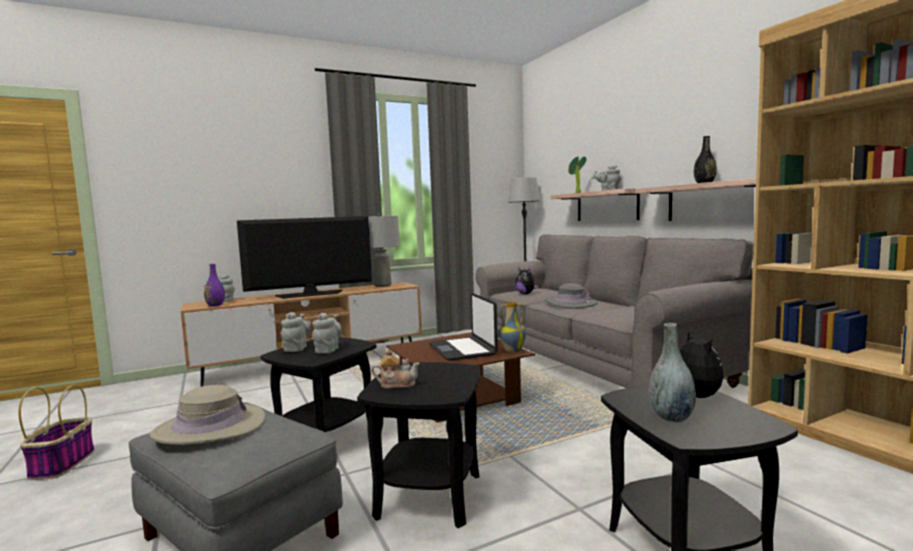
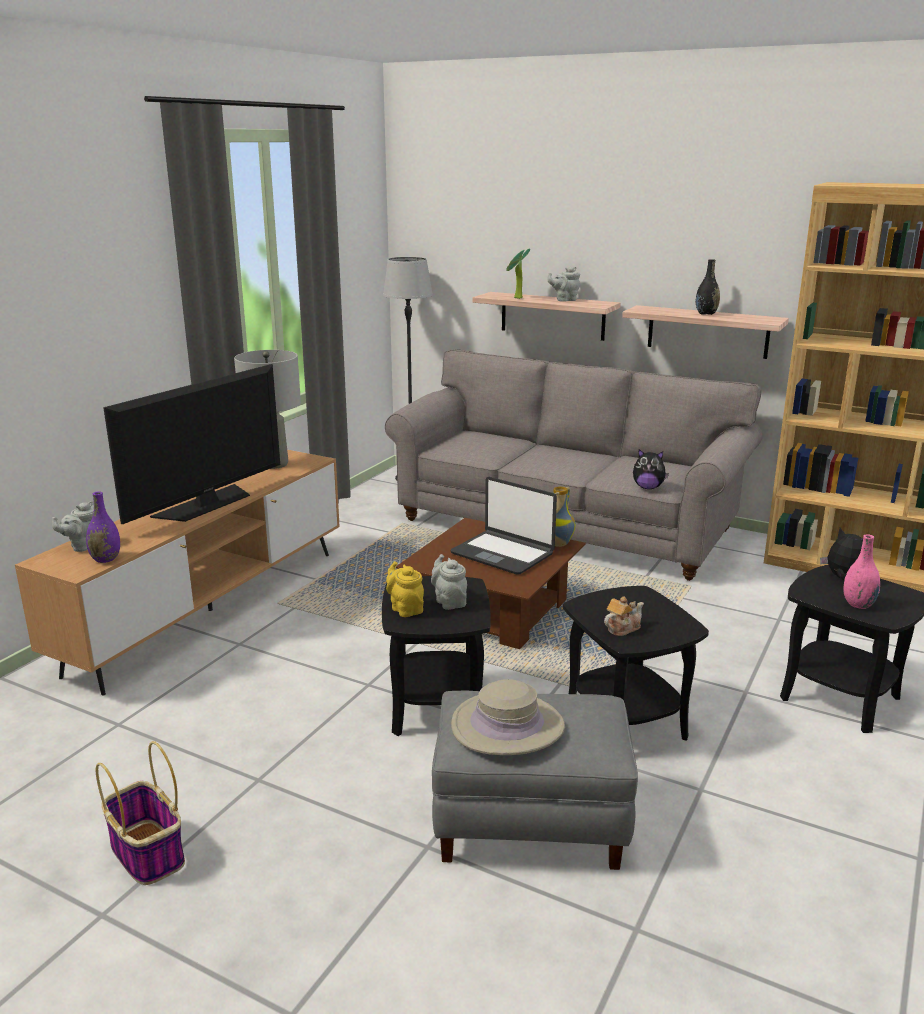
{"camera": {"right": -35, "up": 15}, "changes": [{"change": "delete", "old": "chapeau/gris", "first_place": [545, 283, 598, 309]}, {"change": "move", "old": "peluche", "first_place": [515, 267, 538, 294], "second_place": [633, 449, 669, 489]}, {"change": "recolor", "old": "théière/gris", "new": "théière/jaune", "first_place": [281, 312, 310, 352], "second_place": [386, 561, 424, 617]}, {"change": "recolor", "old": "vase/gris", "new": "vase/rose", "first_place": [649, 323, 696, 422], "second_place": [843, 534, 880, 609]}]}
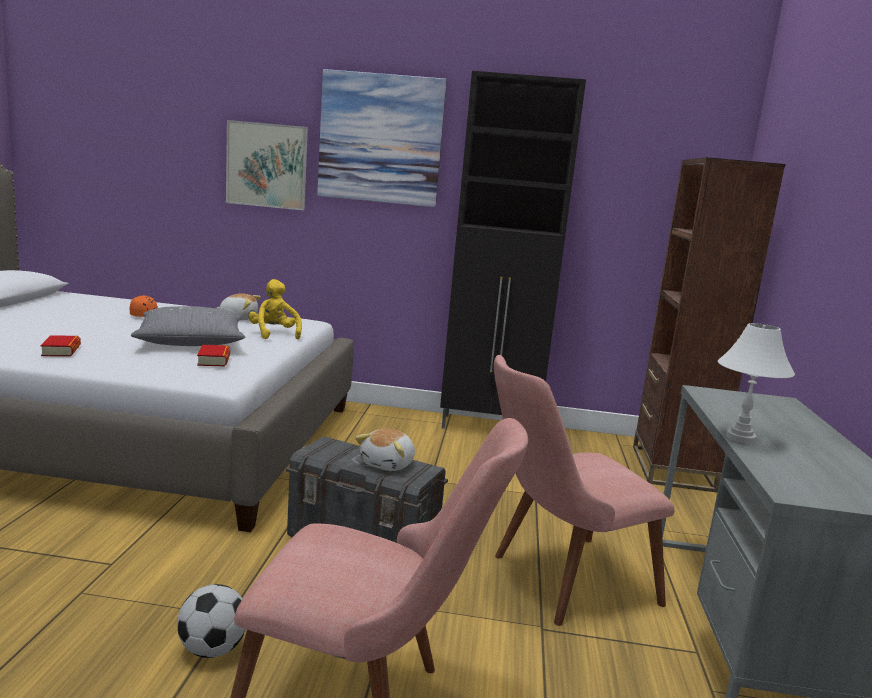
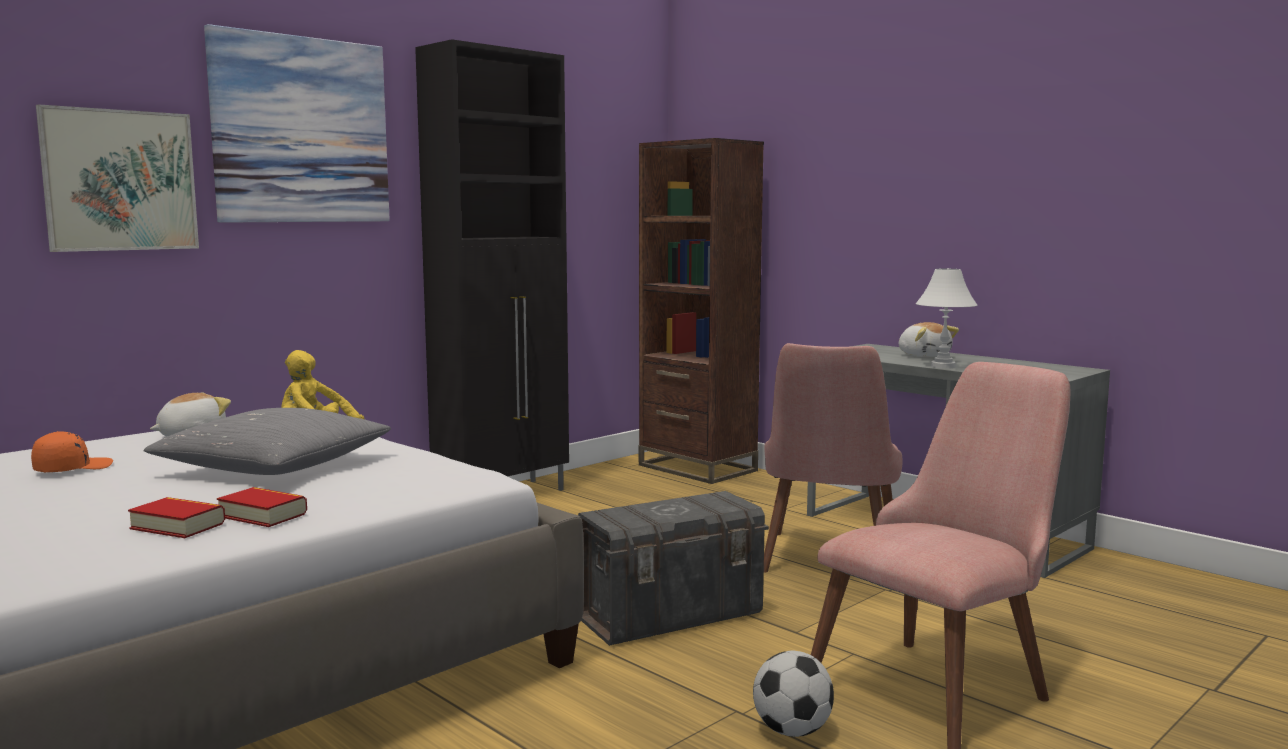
{"camera": {"right": -50, "up": -5}, "changes": [{"change": "move", "old": "livre", "first_place": [197, 345, 230, 366], "second_place": [217, 487, 307, 527]}, {"change": "move", "old": "peluche", "first_place": [355, 429, 415, 471], "second_place": [899, 322, 959, 357]}]}
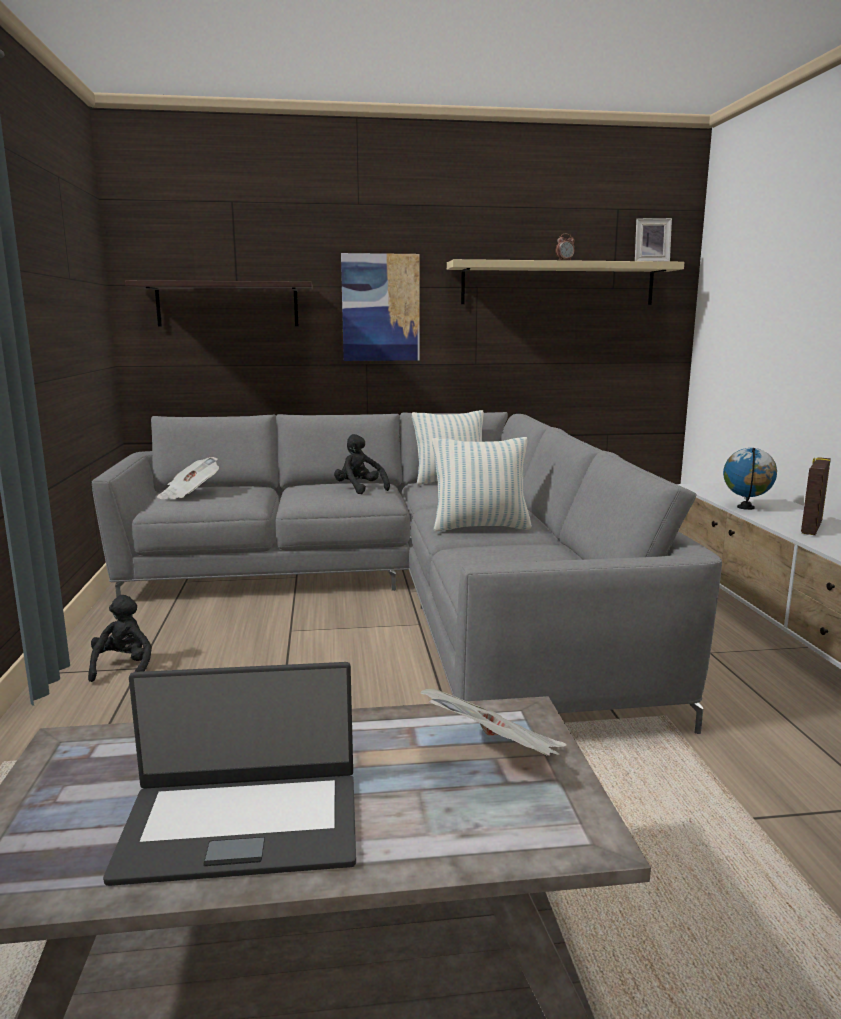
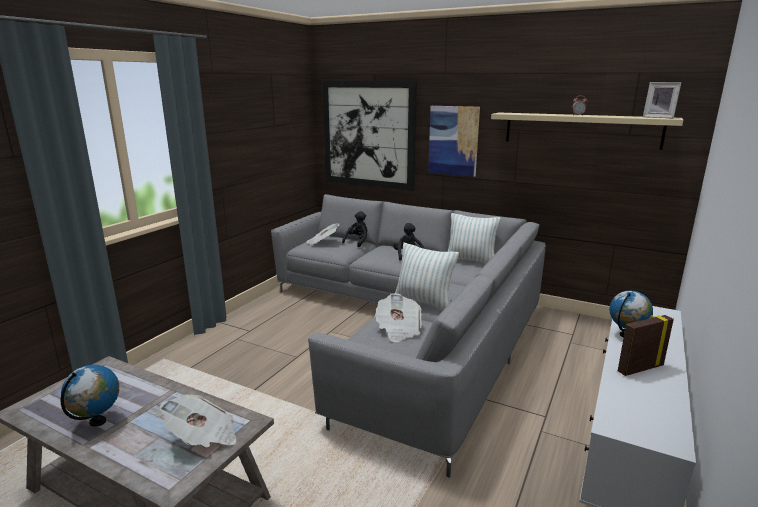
{"camera": {"right": 35, "up": 5}, "changes": [{"change": "insert", "new": "journal", "second_place": [374, 293, 422, 342]}, {"change": "move", "old": "peluche/noir", "first_place": [88, 595, 152, 682], "second_place": [342, 211, 367, 247]}, {"change": "replace", "old": "ordinateur portable", "new": "globe", "first_place": [103, 662, 356, 886], "second_place": [61, 365, 119, 427]}, {"change": "replace", "old": "étagère", "new": "tableau", "first_place": [125, 280, 313, 326], "second_place": [322, 81, 417, 191]}]}
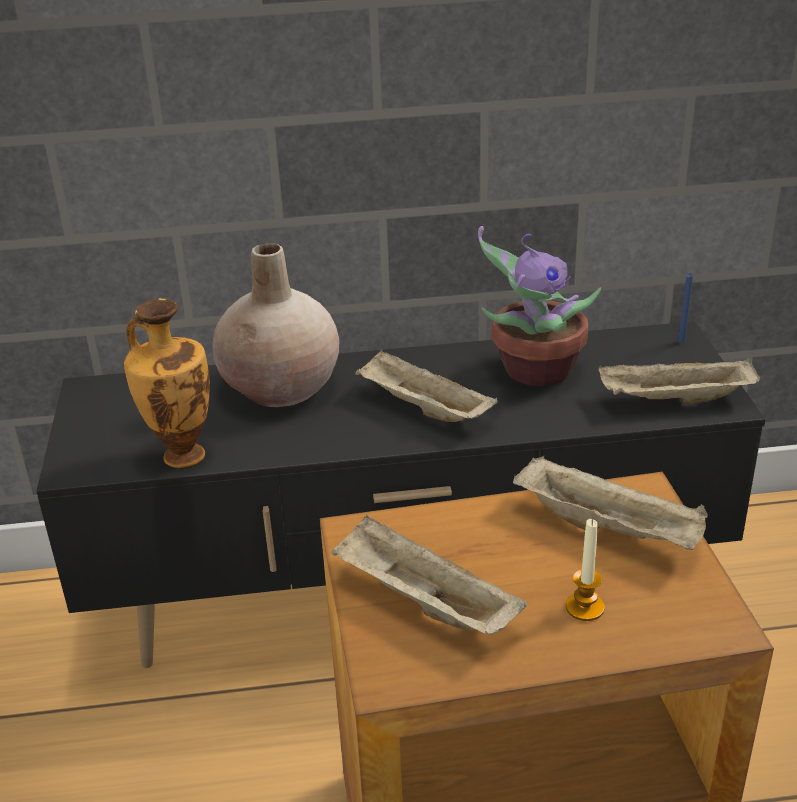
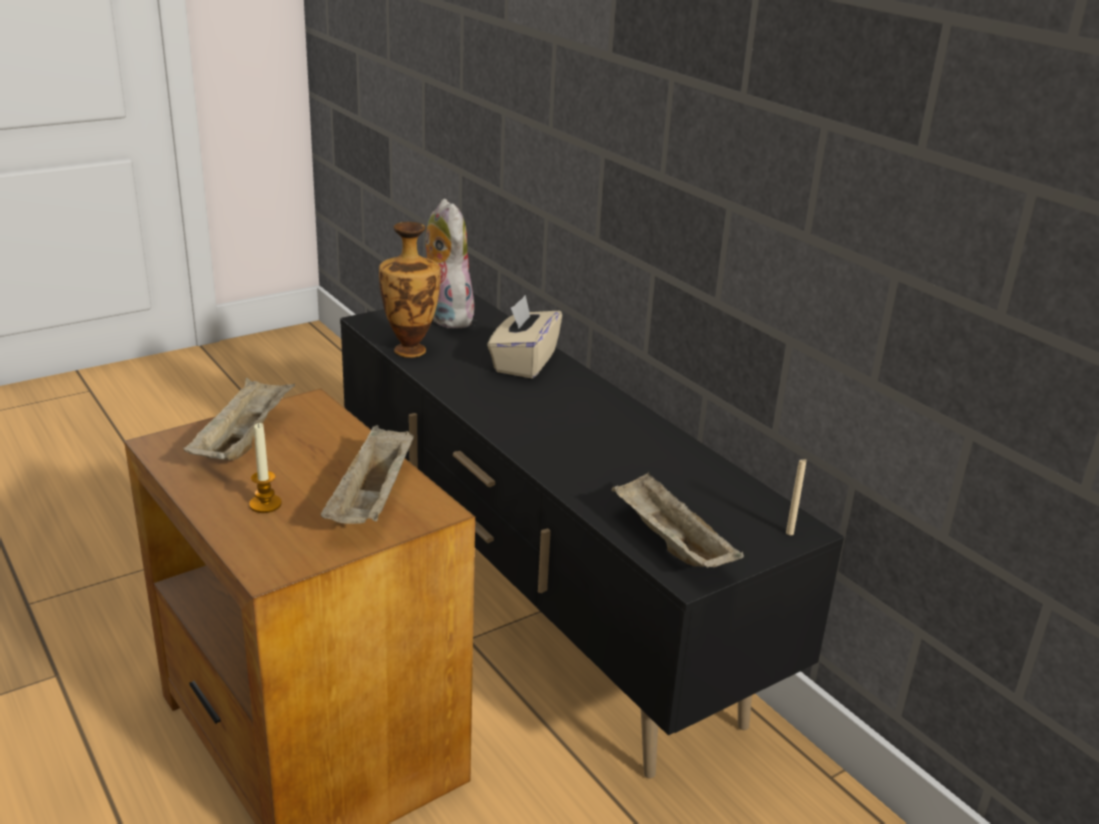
{"camera": {"right": 60, "up": -5}, "changes": [{"change": "delete", "old": "plateau/beige", "first_place": [355, 350, 498, 422]}, {"change": "delete", "old": "plante en pot", "first_place": [478, 226, 601, 386]}, {"change": "insert", "new": "peluche", "second_place": [425, 199, 474, 329]}, {"change": "replace", "old": "vase/beige", "new": "boîte à mouchoirs/beige", "first_place": [213, 243, 339, 407], "second_place": [487, 295, 562, 378]}, {"change": "recolor", "old": "bougie/bleu", "new": "bougie/beige", "first_place": [678, 273, 693, 343], "second_place": [786, 459, 806, 535]}]}
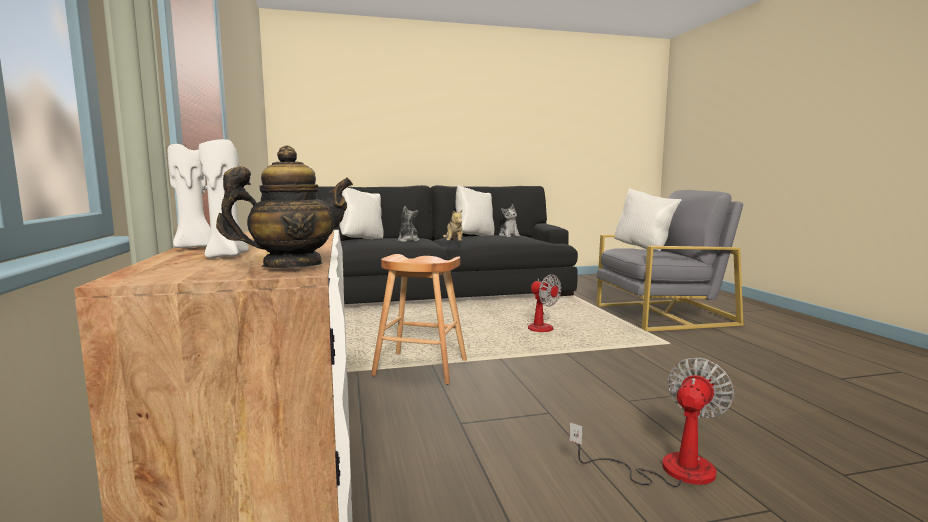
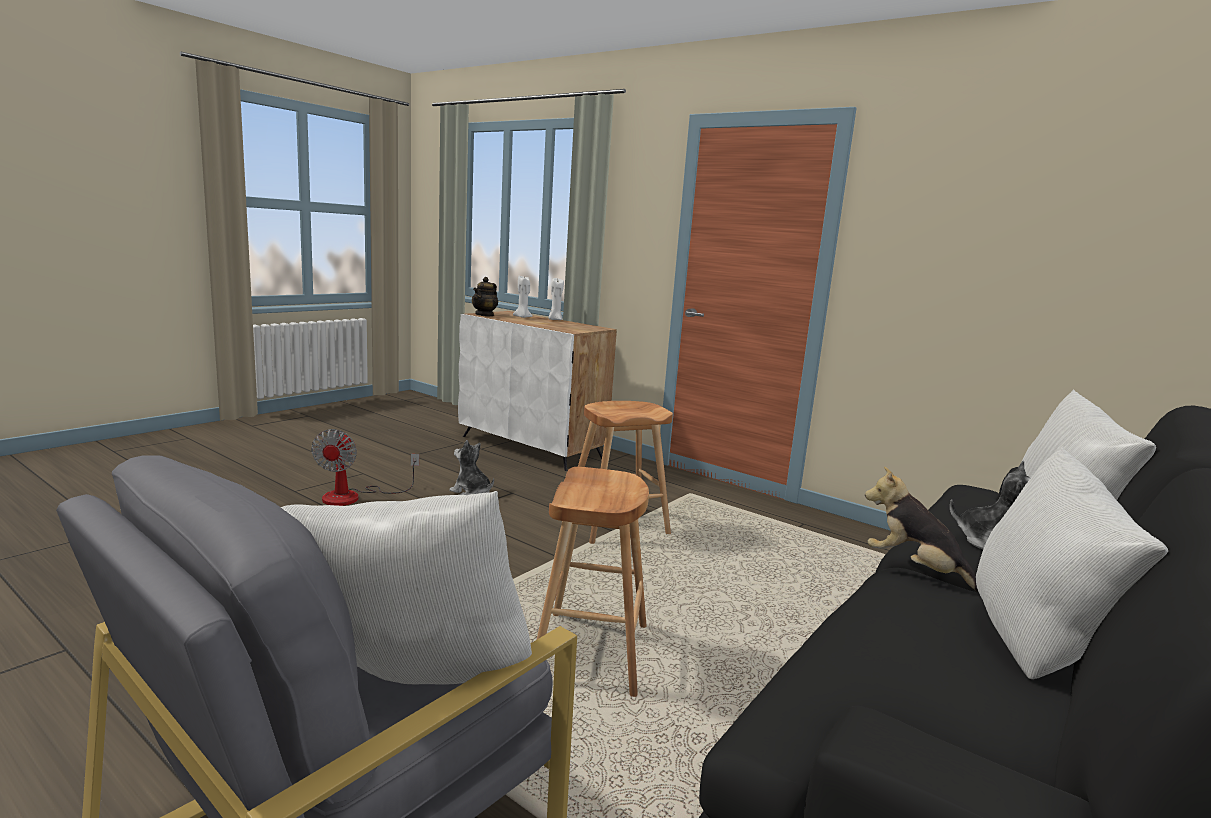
{"camera": {"right": 140, "up": 5}, "changes": [{"change": "move", "old": "peluche", "first_place": [499, 204, 520, 237], "second_place": [449, 440, 494, 495]}, {"change": "replace", "old": "ventilateur", "new": "tabouret/marron", "first_place": [526, 274, 562, 332], "second_place": [537, 467, 649, 697]}]}
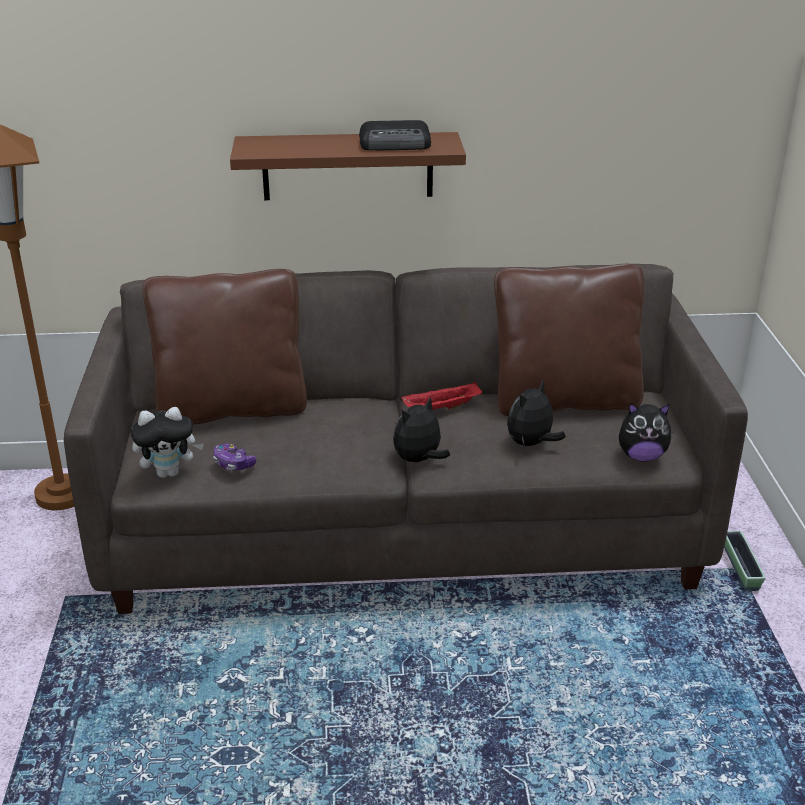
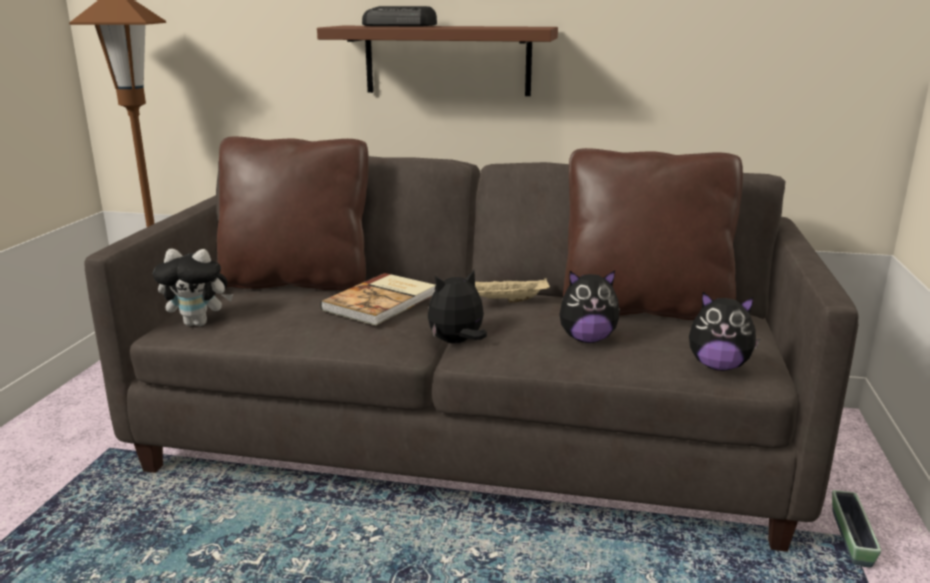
{"camera": {"right": 15, "up": -10}, "changes": [{"change": "delete", "old": "manette", "first_place": [213, 444, 257, 470]}, {"change": "insert", "new": "livre", "second_place": [320, 273, 436, 325]}, {"change": "move", "old": "radio", "first_place": [359, 120, 431, 150], "second_place": [362, 6, 437, 26]}, {"change": "recolor", "old": "plateau/rouge", "new": "plateau/beige", "first_place": [401, 382, 482, 410], "second_place": [475, 278, 550, 303]}, {"change": "rotate", "old": "peluche", "first_place": [507, 381, 566, 447], "second_place": [559, 270, 620, 343], "degrees": -150}]}
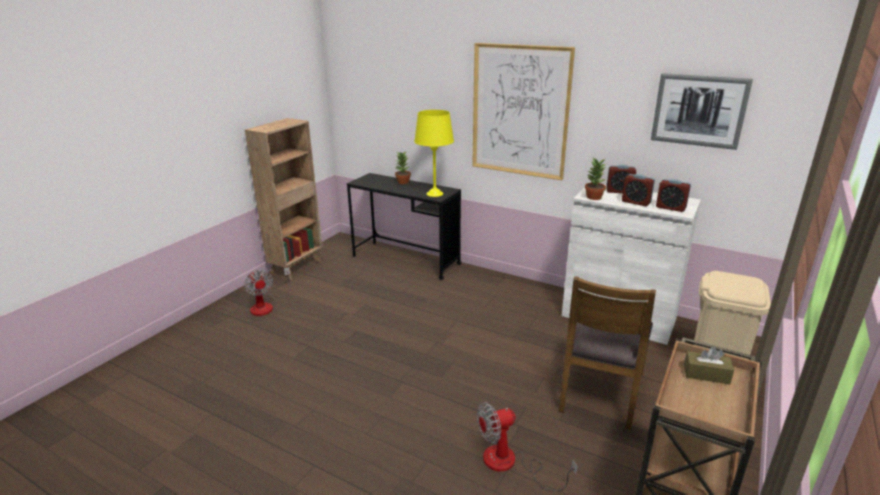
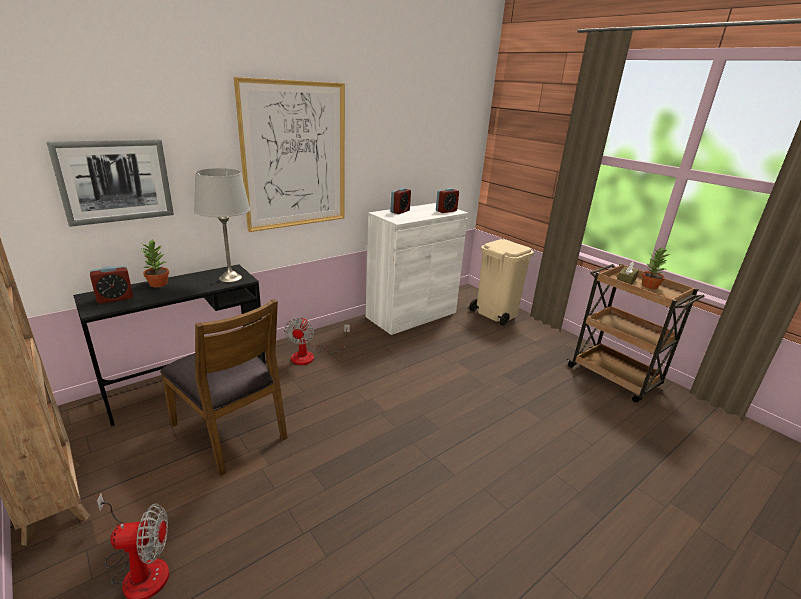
{"camera": {"right": -70, "up": 0}, "changes": [{"change": "move", "old": "ventilateur", "first_place": [477, 402, 578, 491], "second_place": [284, 317, 350, 365]}, {"change": "move", "old": "chaise/marron", "first_place": [559, 276, 656, 430], "second_place": [160, 299, 288, 475]}, {"change": "move", "old": "plante en pot", "first_place": [585, 158, 606, 200], "second_place": [642, 248, 671, 289]}, {"change": "move", "old": "réveil", "first_place": [622, 174, 655, 206], "second_place": [90, 266, 133, 304]}, {"change": "move", "old": "tableau", "first_place": [651, 73, 753, 150], "second_place": [47, 139, 174, 227]}, {"change": "recolor", "old": "lampe de table/jaune", "new": "lampe de table/gris", "first_place": [414, 110, 454, 197], "second_place": [194, 168, 250, 282]}]}
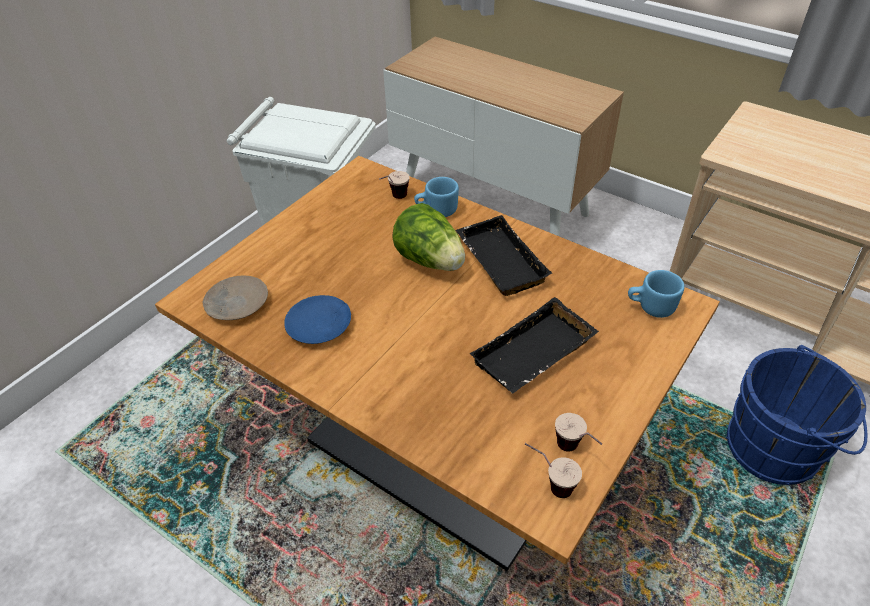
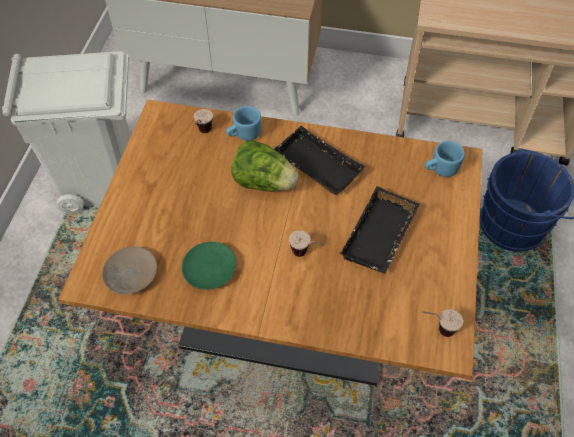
{"camera": {"right": -25, "up": 10}, "changes": [{"change": "move", "old": "tasse", "first_place": [555, 413, 602, 452], "second_place": [289, 230, 325, 257]}, {"change": "recolor", "old": "assiette/bleu", "new": "assiette/vert", "first_place": [284, 295, 351, 344], "second_place": [182, 242, 236, 290]}]}
